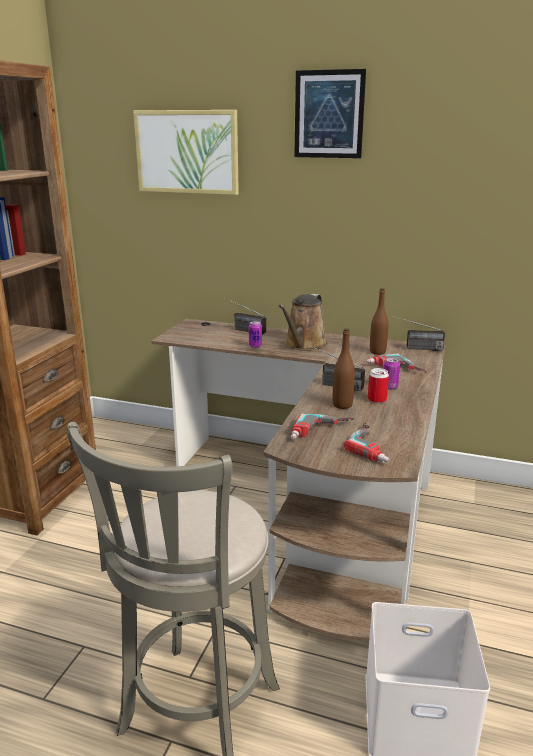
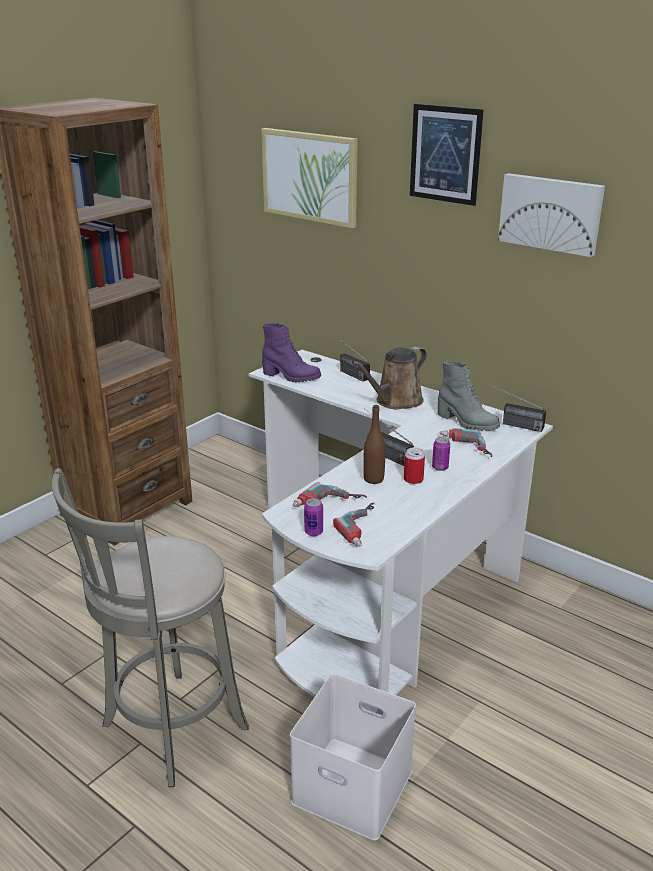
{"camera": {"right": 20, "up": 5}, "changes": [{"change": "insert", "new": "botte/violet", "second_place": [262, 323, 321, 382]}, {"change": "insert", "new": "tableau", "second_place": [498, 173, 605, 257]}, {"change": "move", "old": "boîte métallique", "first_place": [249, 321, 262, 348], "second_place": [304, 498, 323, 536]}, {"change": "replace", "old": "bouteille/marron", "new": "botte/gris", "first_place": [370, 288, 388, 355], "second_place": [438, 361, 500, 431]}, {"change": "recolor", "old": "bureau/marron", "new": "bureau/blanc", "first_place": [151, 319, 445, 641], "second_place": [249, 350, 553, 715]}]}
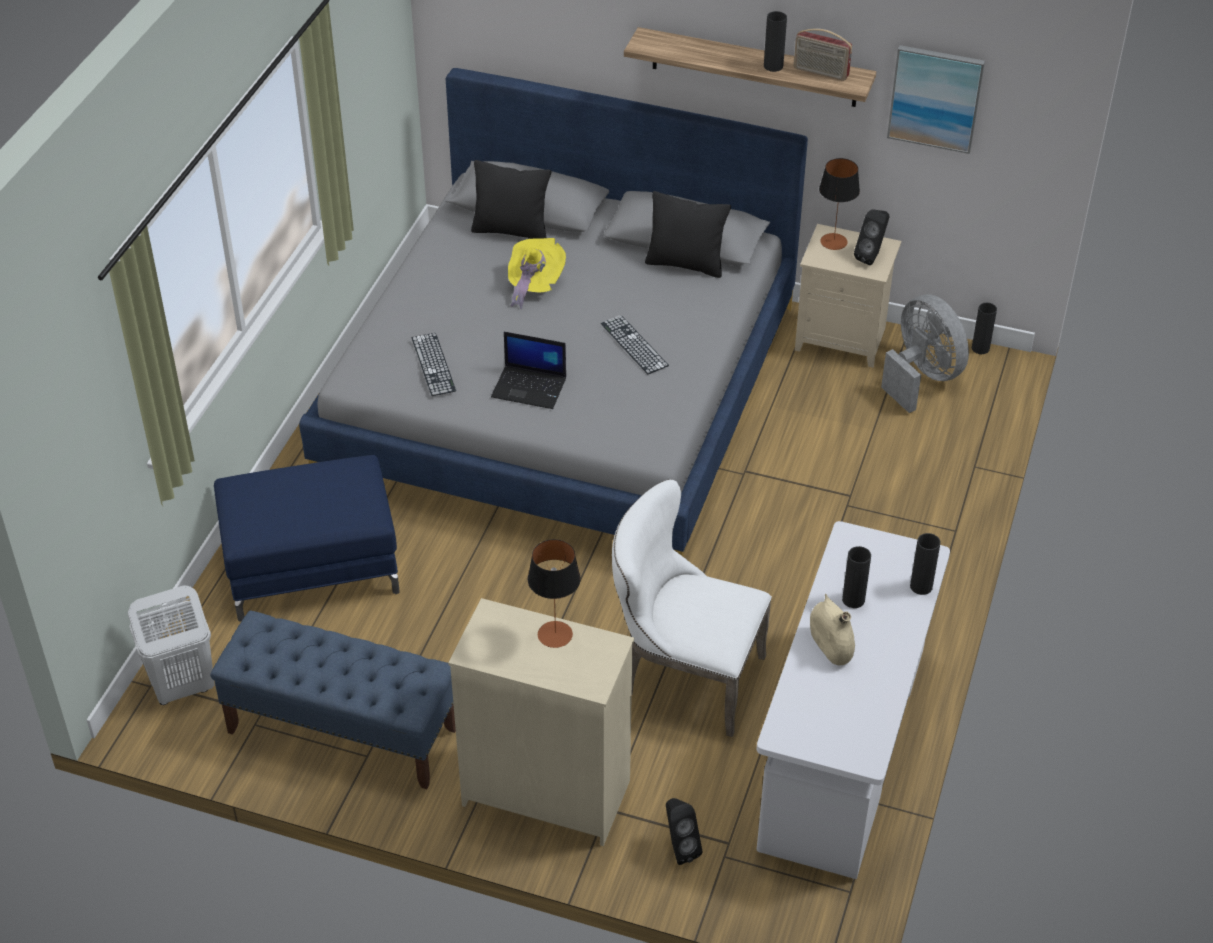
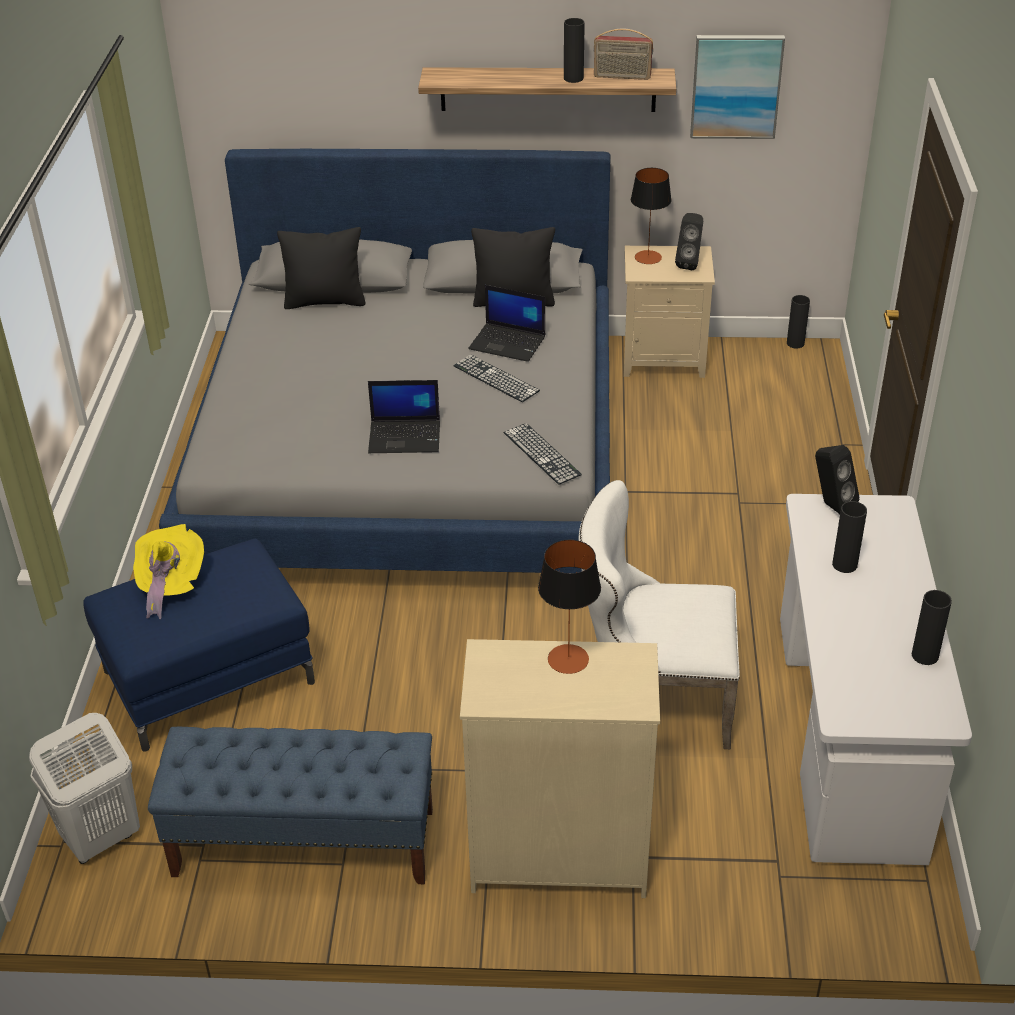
{"camera": {"right": -15, "up": -5}, "changes": [{"change": "delete", "old": "vase/beige", "first_place": [810, 594, 855, 665]}, {"change": "delete", "old": "ventilateur/gris", "first_place": [881, 295, 969, 413]}, {"change": "insert", "new": "ordinateur portable", "second_place": [468, 285, 545, 362]}, {"change": "move", "old": "clavier", "first_place": [412, 333, 456, 396], "second_place": [504, 423, 582, 485]}, {"change": "move", "old": "chapeau/jaune", "first_place": [508, 238, 566, 309], "second_place": [133, 524, 204, 620]}, {"change": "move", "old": "enceinte/noir", "first_place": [666, 798, 702, 865], "second_place": [815, 445, 860, 514]}, {"change": "move", "old": "vase/noir", "first_place": [910, 533, 941, 595], "second_place": [912, 590, 952, 665]}]}
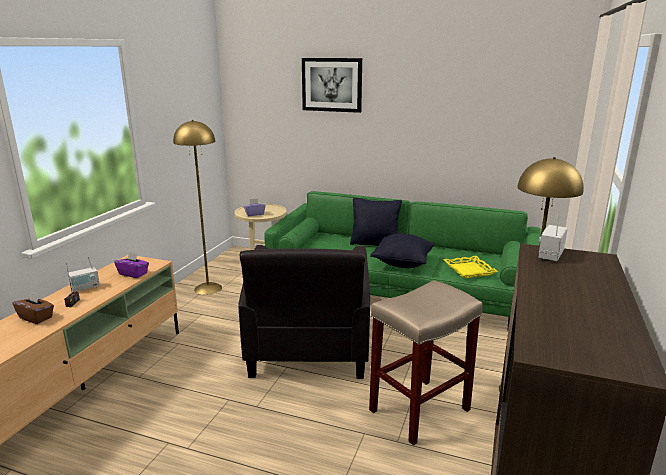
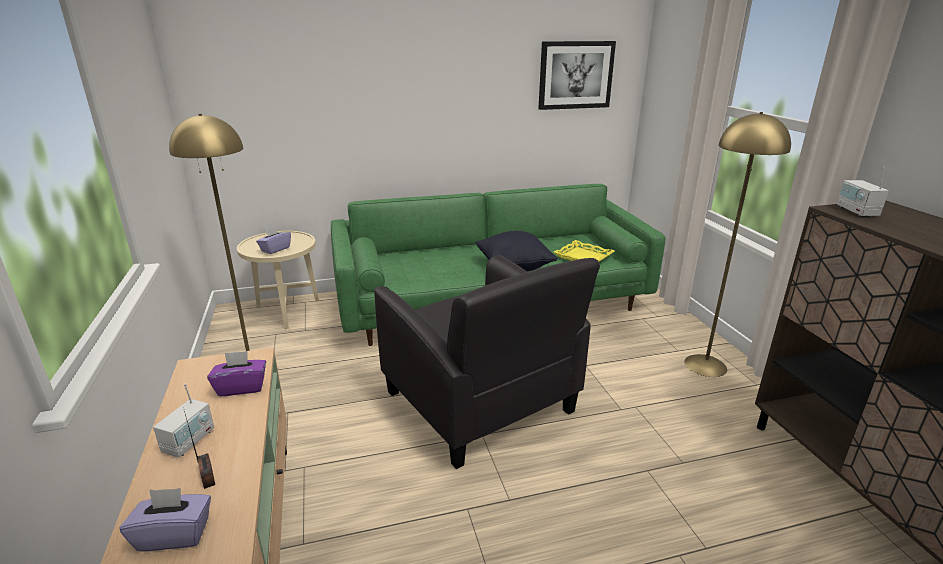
{"camera": {"right": -35, "up": 5}, "changes": [{"change": "delete", "old": "coussin/noir", "first_place": [350, 198, 402, 246]}, {"change": "delete", "old": "tabouret/beige", "first_place": [369, 280, 483, 445]}, {"change": "move", "old": "tableau", "first_place": [302, 58, 362, 113], "second_place": [538, 41, 616, 110]}, {"change": "recolor", "old": "boîte à mouchoirs/marron", "new": "boîte à mouchoirs/violet", "first_place": [13, 292, 54, 324], "second_place": [120, 488, 211, 552]}]}
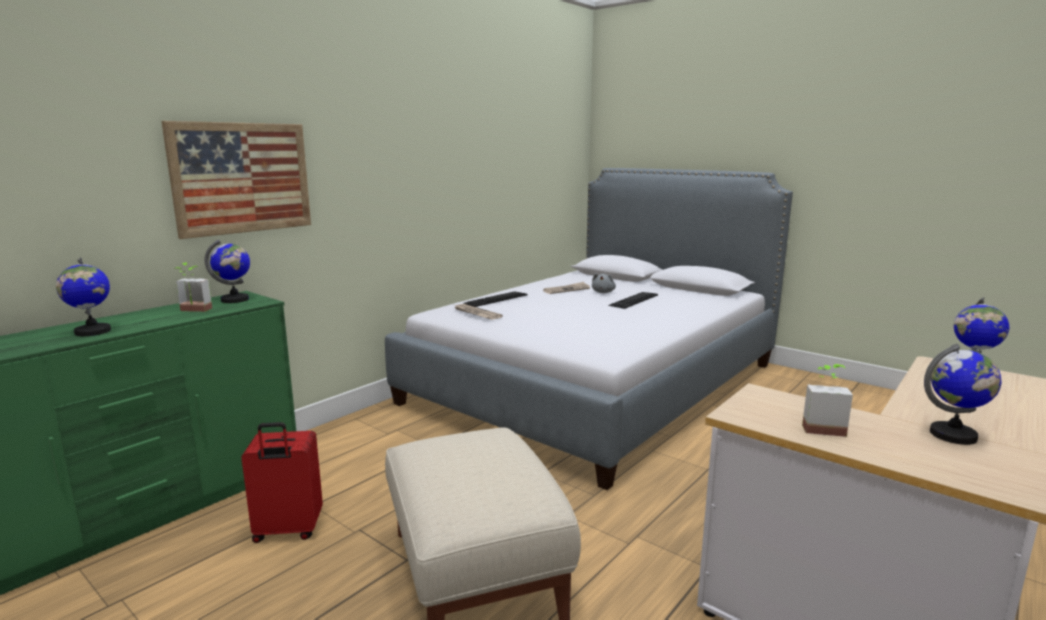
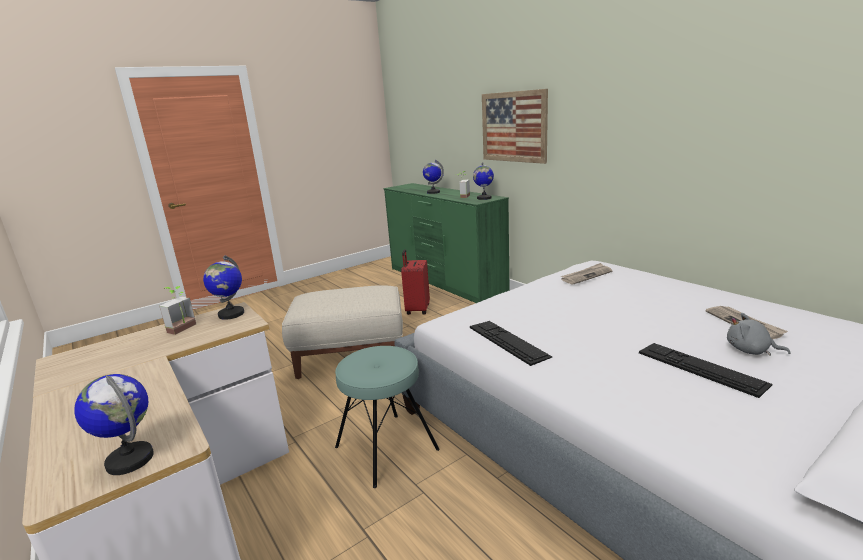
{"camera": {"right": 105, "up": 5}, "changes": [{"change": "insert", "new": "tabouret/turquoise", "second_place": [335, 346, 440, 488]}, {"change": "move", "old": "clavier", "first_place": [463, 291, 527, 307], "second_place": [470, 321, 552, 366]}, {"change": "move", "old": "globe", "first_place": [924, 343, 1002, 445], "second_place": [203, 255, 244, 320]}]}
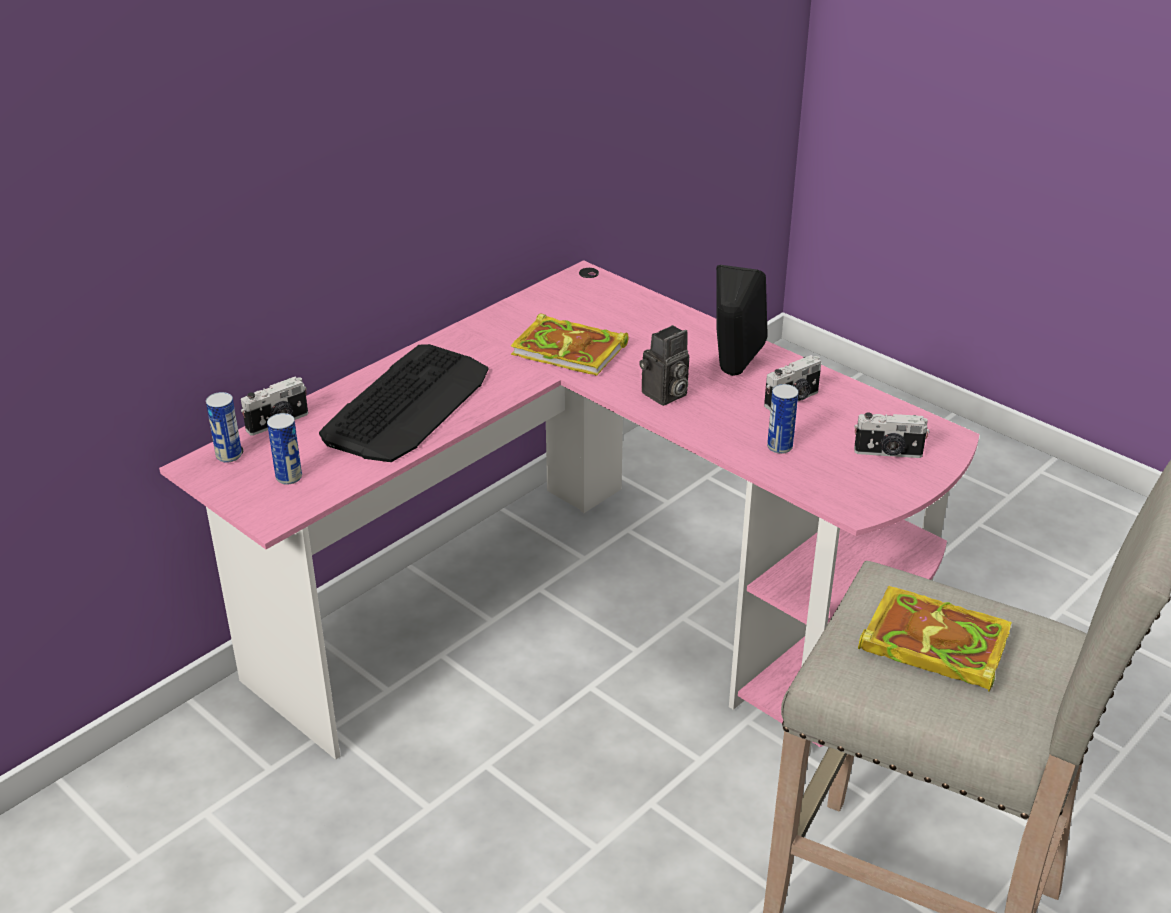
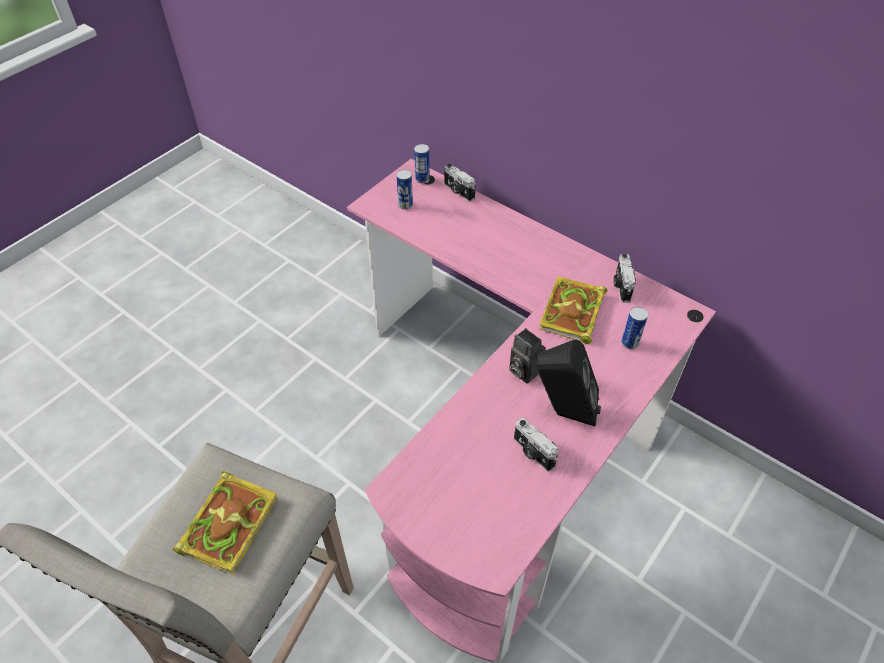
{"camera": {"right": 85, "up": 15}, "changes": [{"change": "delete", "old": "clavier", "first_place": [319, 344, 488, 462]}, {"change": "move", "old": "boîte métallique", "first_place": [767, 384, 798, 454], "second_place": [621, 307, 648, 349]}, {"change": "move", "old": "appareil photo", "first_place": [854, 412, 929, 458], "second_place": [614, 254, 636, 303]}]}
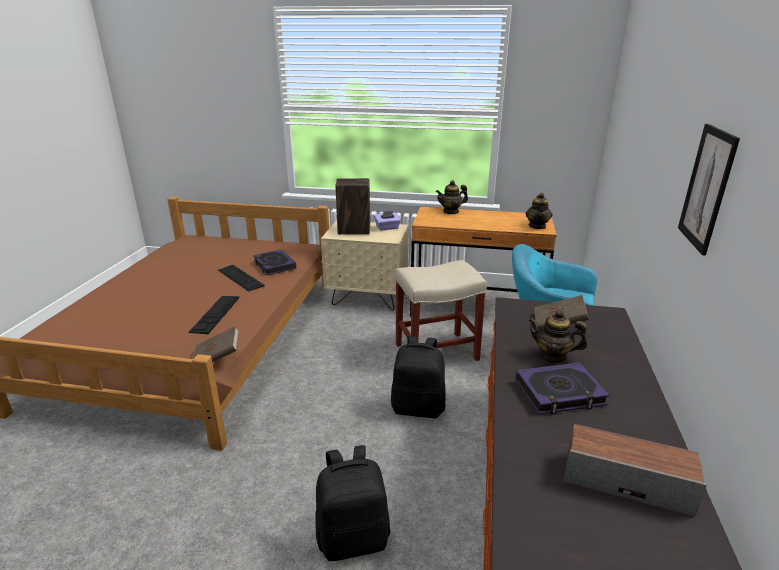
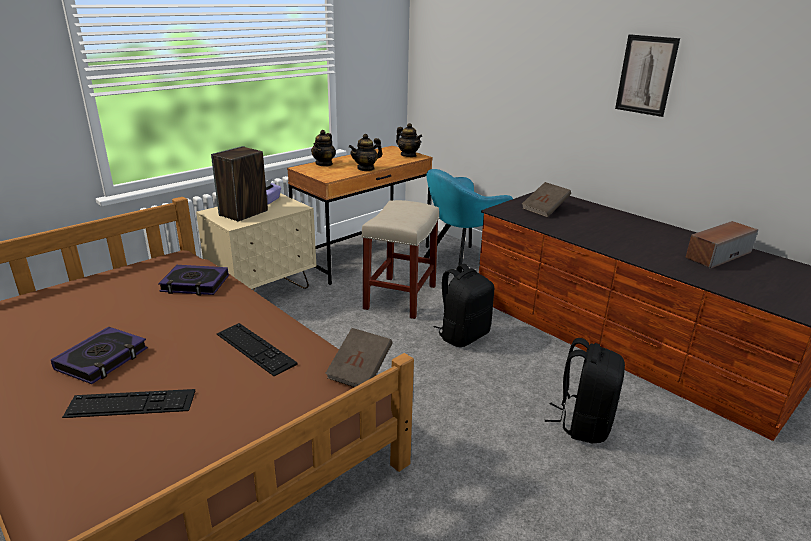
{"camera": {"right": -55, "up": 0}, "changes": [{"change": "move", "old": "clavier", "first_place": [218, 265, 265, 292], "second_place": [62, 389, 195, 418]}, {"change": "move", "old": "livre", "first_place": [515, 362, 609, 415], "second_place": [51, 327, 148, 384]}, {"change": "move", "old": "théière", "first_place": [528, 310, 587, 364], "second_place": [349, 134, 382, 171]}]}
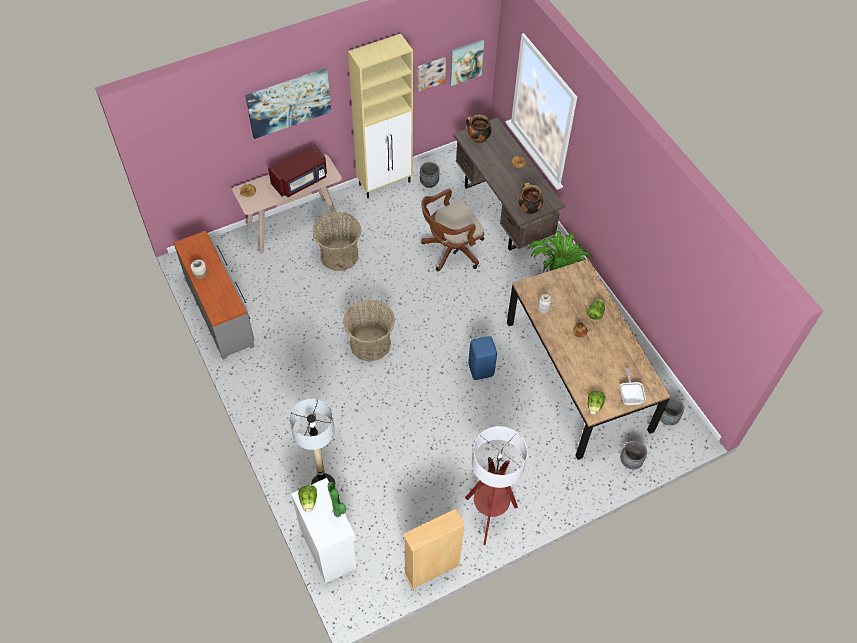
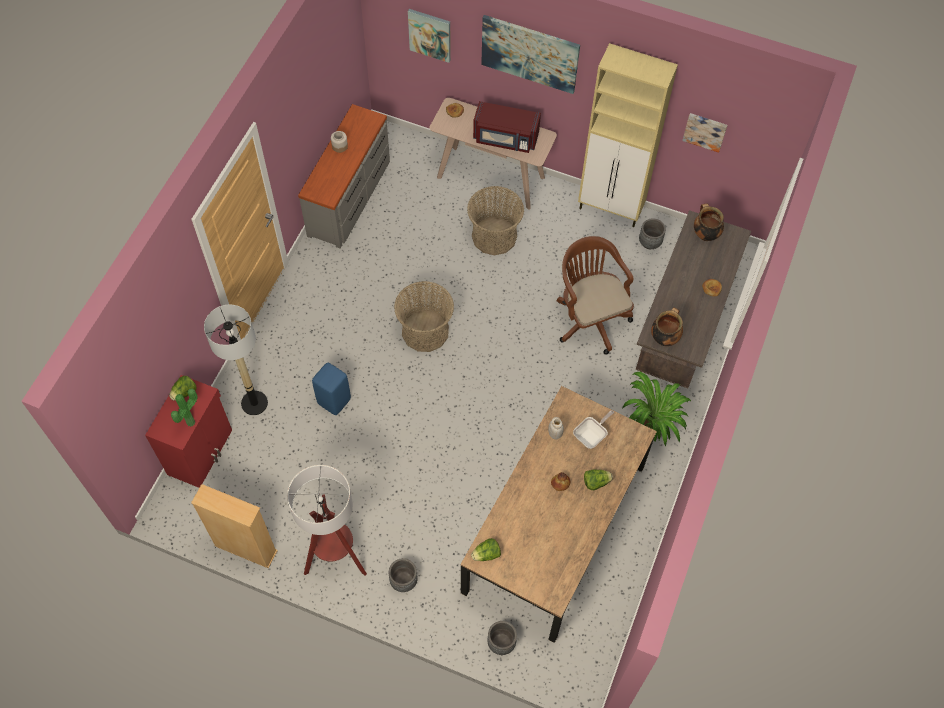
{"camera": {"right": 50, "up": 5}, "changes": [{"change": "move", "old": "tableau", "first_place": [450, 40, 484, 86], "second_place": [408, 9, 451, 63]}, {"change": "move", "old": "tabouret/bleu", "first_place": [468, 336, 497, 380], "second_place": [312, 363, 351, 415]}, {"change": "move", "old": "poêle", "first_place": [620, 368, 646, 405], "second_place": [573, 410, 614, 449]}, {"change": "move", "old": "cache-pot/gris", "first_place": [660, 397, 684, 425], "second_place": [389, 558, 418, 592]}, {"change": "recolor", "old": "meuble de rangement/blanc", "new": "meuble de rangement/rouge", "first_place": [291, 478, 357, 583], "second_place": [145, 375, 232, 488]}, {"change": "rotate", "old": "chaise de bureau/marron", "first_place": [421, 189, 484, 271], "second_place": [557, 236, 634, 355], "degrees": 45}]}
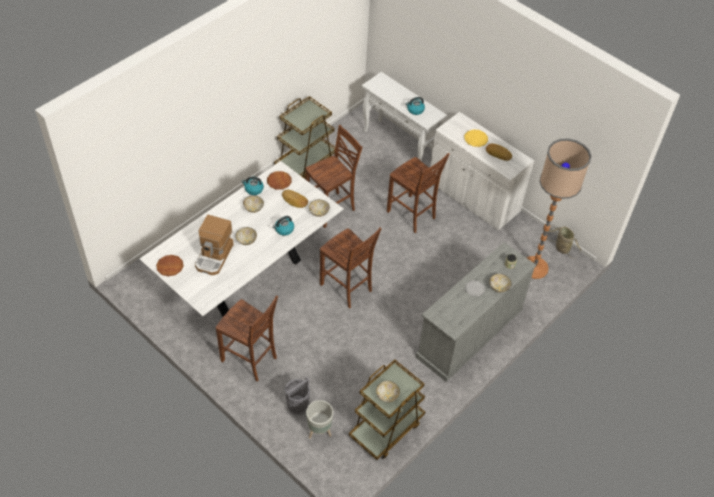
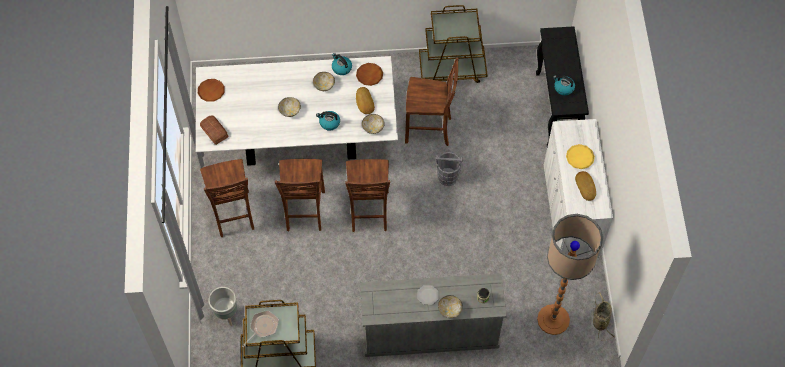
{"camera": {"right": 45, "up": 10}, "changes": [{"change": "delete", "old": "machine à café", "first_place": [195, 215, 234, 275]}, {"change": "insert", "new": "pain", "second_place": [200, 115, 229, 145]}, {"change": "move", "old": "seau/gris", "first_place": [284, 376, 310, 414], "second_place": [435, 152, 463, 186]}, {"change": "move", "old": "chaise/marron", "first_place": [387, 153, 450, 233], "second_place": [275, 159, 325, 231]}, {"change": "replace", "old": "bol", "new": "poêle", "first_place": [376, 381, 400, 403], "second_place": [242, 310, 279, 347]}, {"change": "recolor", "old": "table console/blanc", "new": "table console/noir", "first_place": [362, 72, 447, 162], "second_place": [536, 26, 589, 147]}]}
